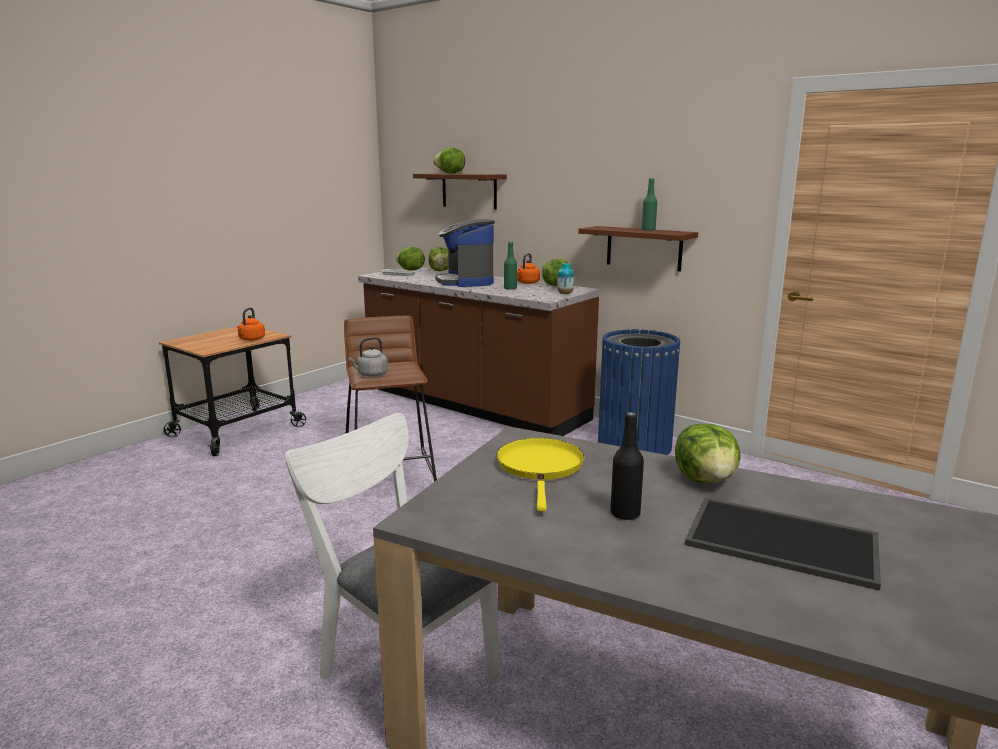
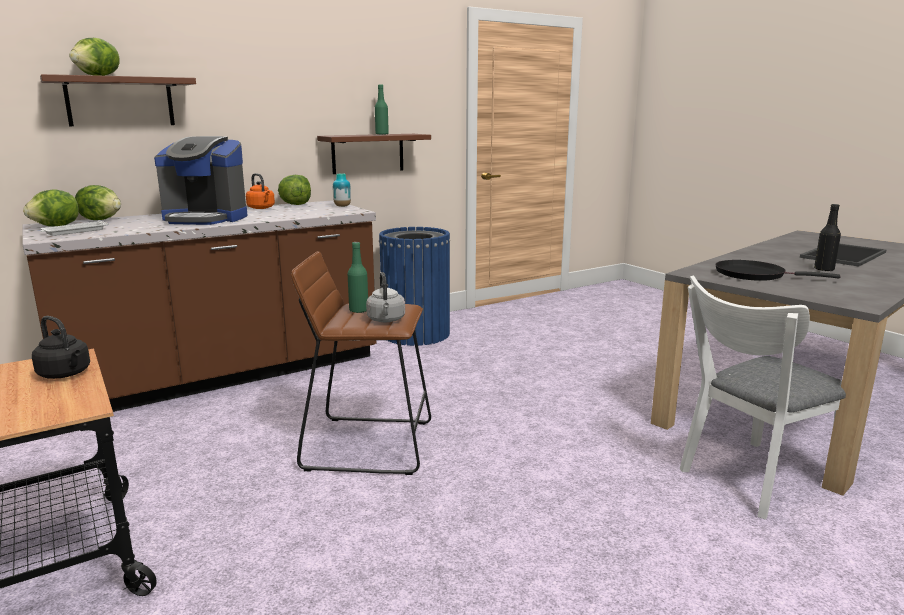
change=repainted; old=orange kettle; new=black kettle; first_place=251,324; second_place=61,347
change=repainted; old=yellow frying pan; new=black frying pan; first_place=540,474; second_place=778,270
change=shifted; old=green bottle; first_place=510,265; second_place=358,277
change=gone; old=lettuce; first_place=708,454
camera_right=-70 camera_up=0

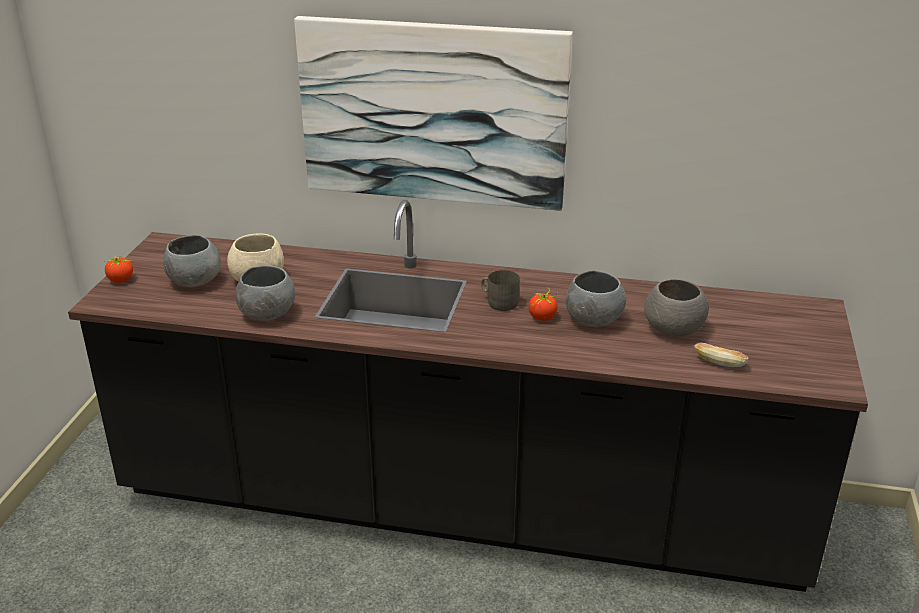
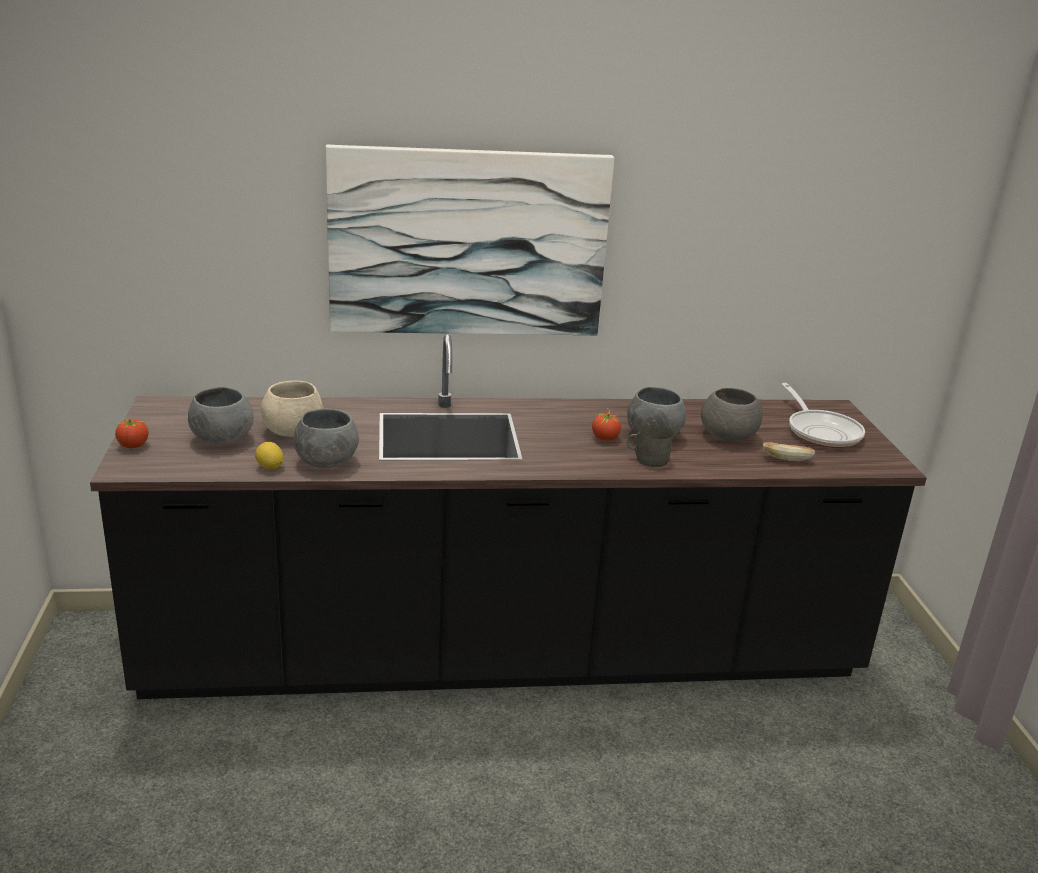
change=shifted; old=grey mug; first_place=500,290; second_place=650,446
change=new; new=lemon; second_place=269,455
change=new; new=frying pan; second_place=823,415
camera_right=-20 camera_up=-5

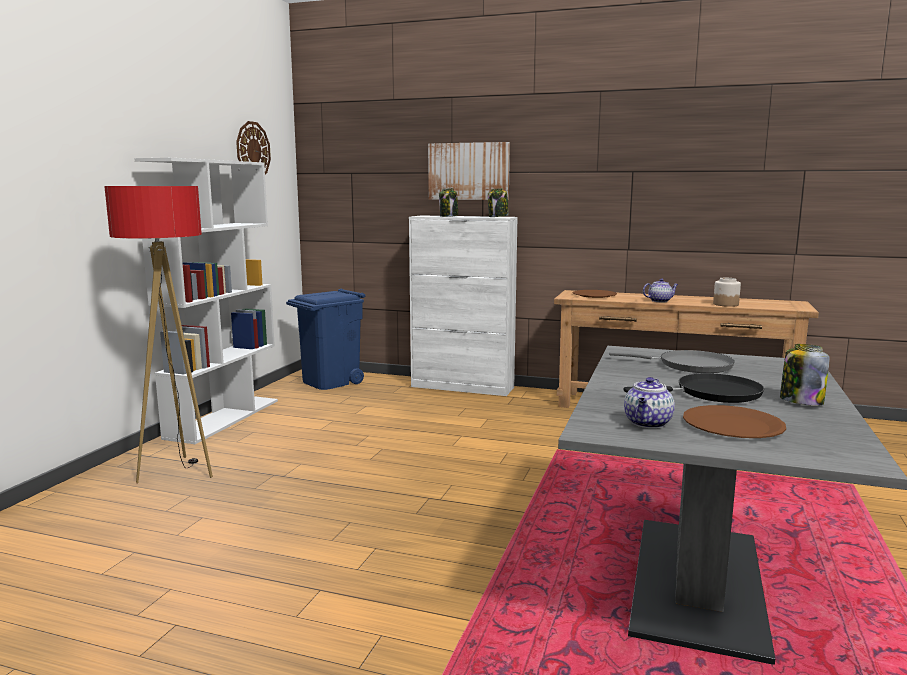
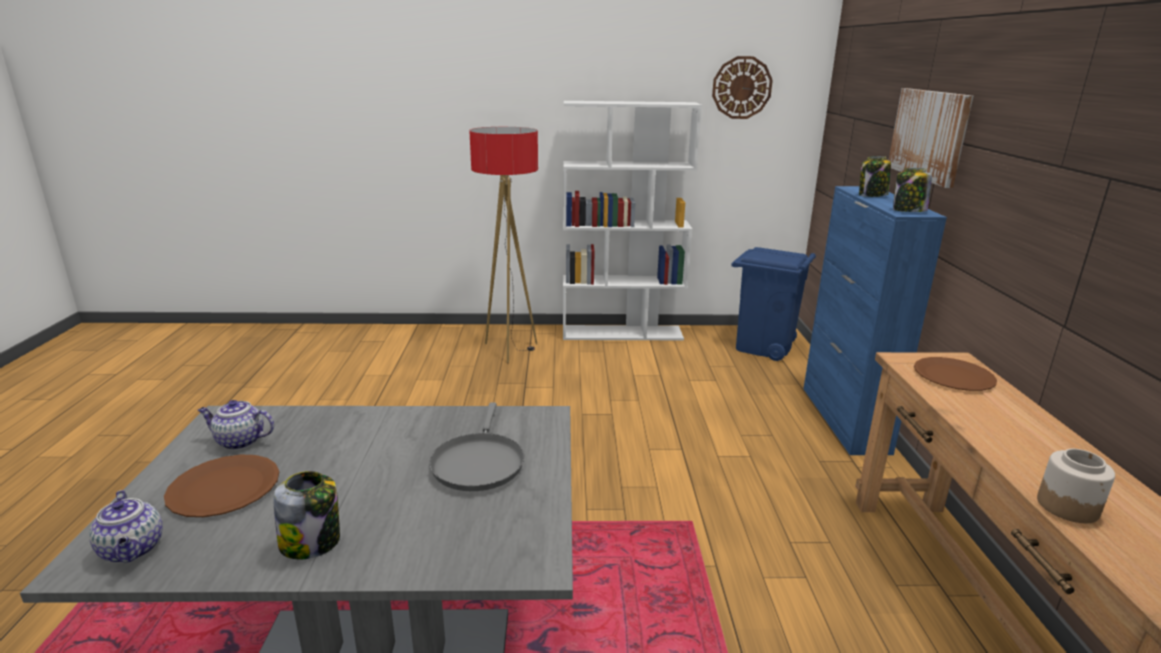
change=repainted; old=white cabinet; new=blue cabinet; first_place=463,306; second_place=875,320
change=gone; old=black frying pan; first_place=694,388
change=shifted; old=teapot; first_place=660,290; second_place=126,526
camera_right=70 camera_up=10

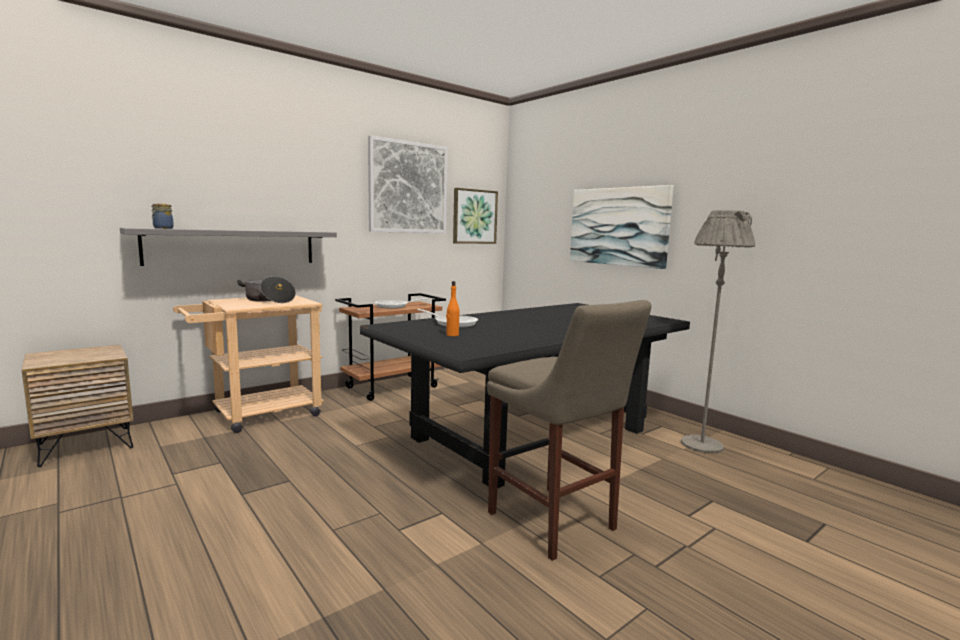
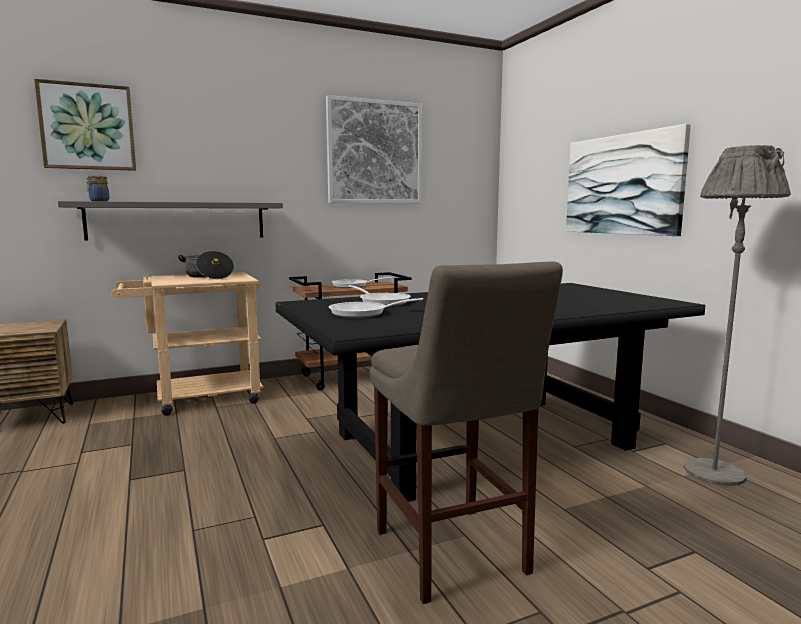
change=swapped; old=orange bottle; new=frying pan; first_place=452,308; second_place=376,308
change=shifted; old=picture; first_place=475,216; second_place=85,125
camera_right=15 camera_up=0

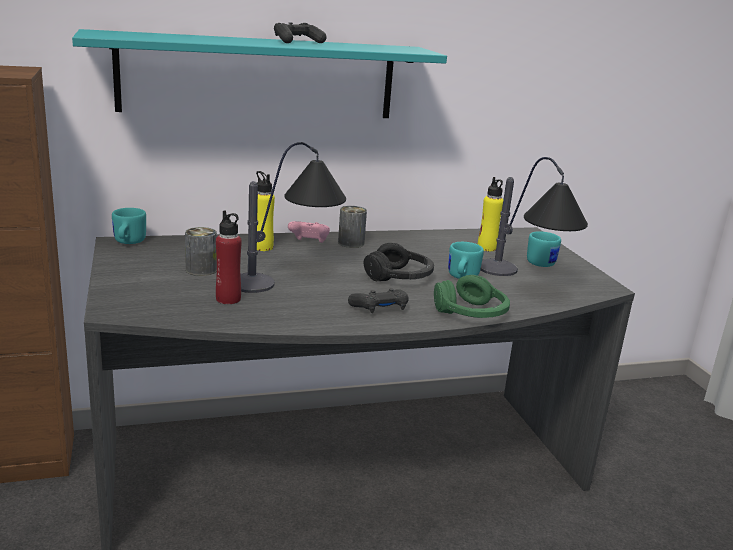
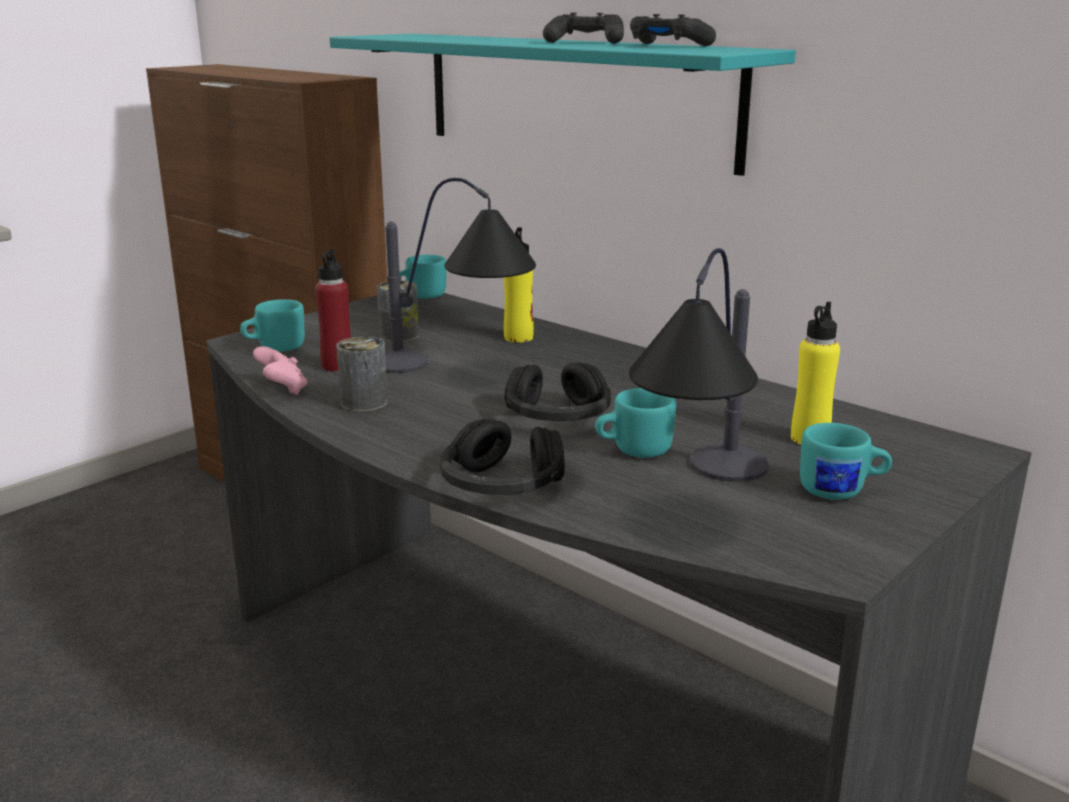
change=shifted; old=pink game controller; first_place=309,232; second_place=280,370
change=shifted; old=can; first_place=352,227; second_place=362,374
change=shifted; old=black game controller; first_place=378,300; second_place=673,30
change=repainted; old=green headphones; new=black headphones; first_place=472,296; second_place=502,457
change=new; new=turquoise mug; second_place=272,325
camera_right=60 camera_up=0

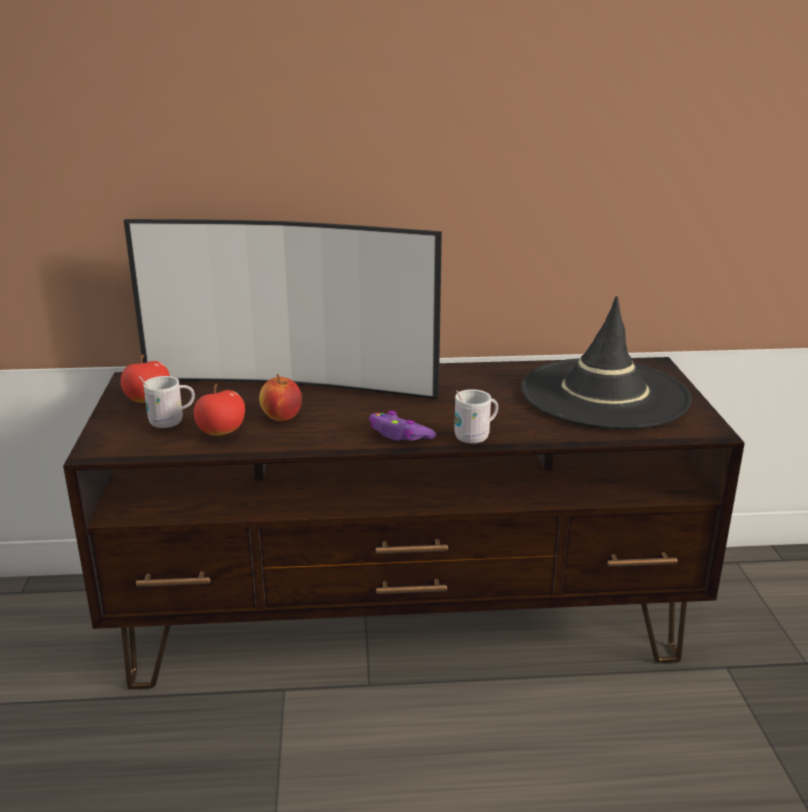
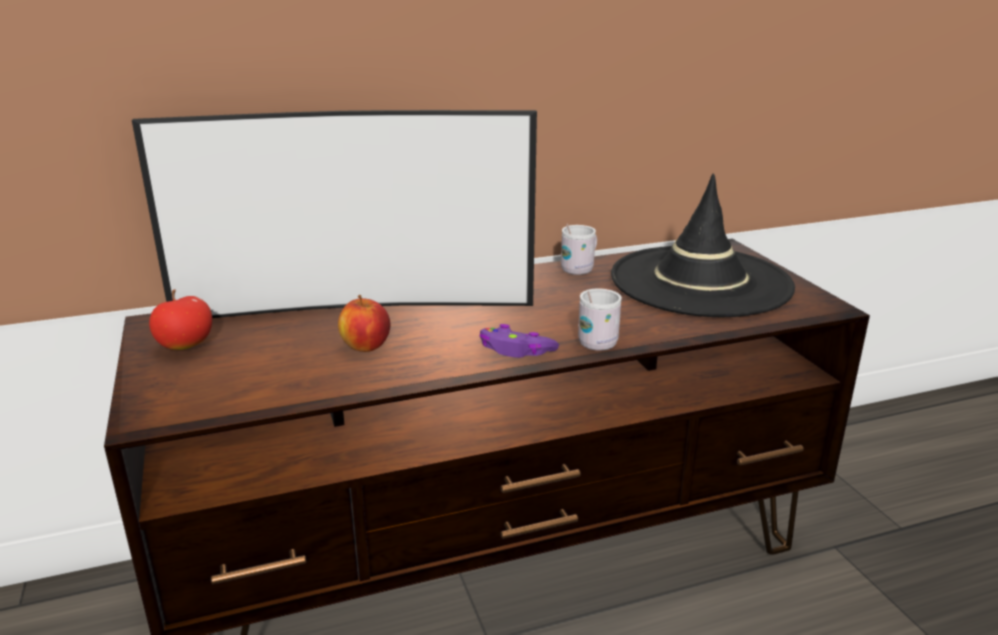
change=shifted; old=white mug; first_place=167,402; second_place=579,249
change=gone; old=apple; first_place=219,410
camera_right=-15 camera_up=0

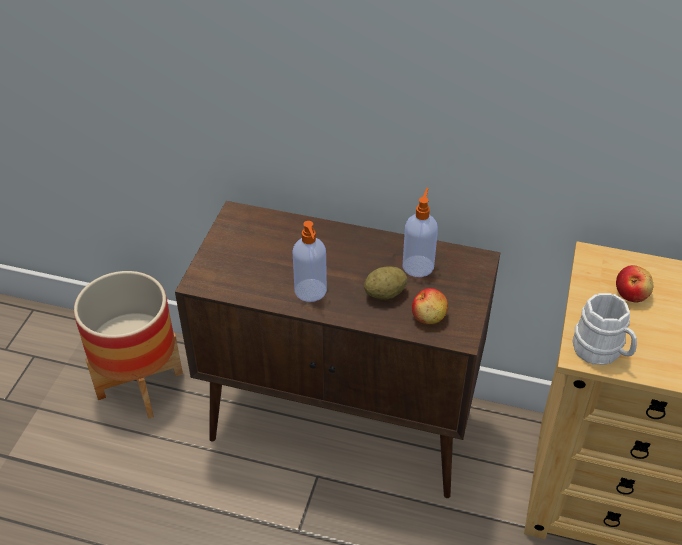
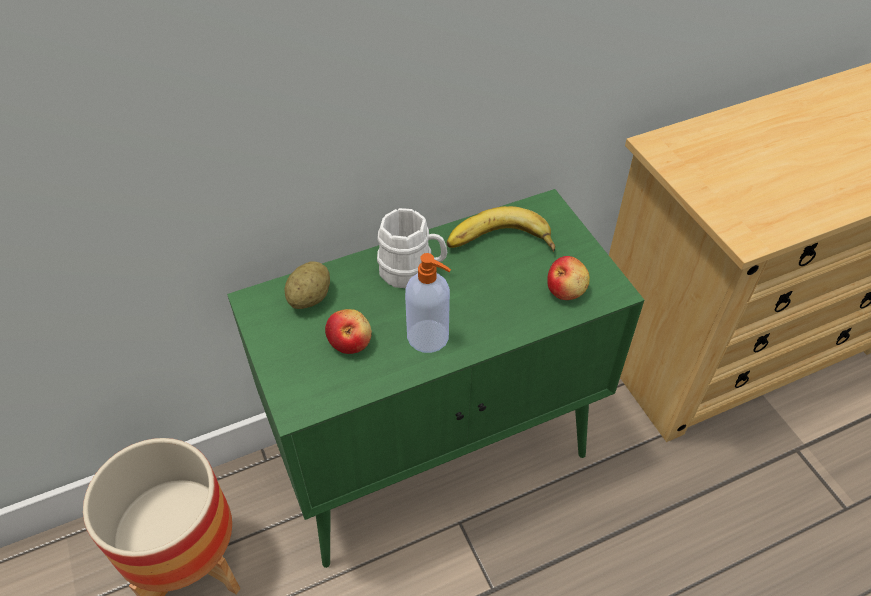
change=repainted; old=brown cabinet; new=green cabinet; first_place=338,349; second_place=435,378
change=shifted; old=potato; first_place=385,283; second_place=307,285
change=swapped; old=soap dispenser; new=banana; first_place=420,232; second_place=501,229
change=shifted; old=white mug; first_place=605,329; second_place=412,248
change=shifted; old=apple; first_place=634,283; second_place=348,331
camera_right=-40 camera_up=5

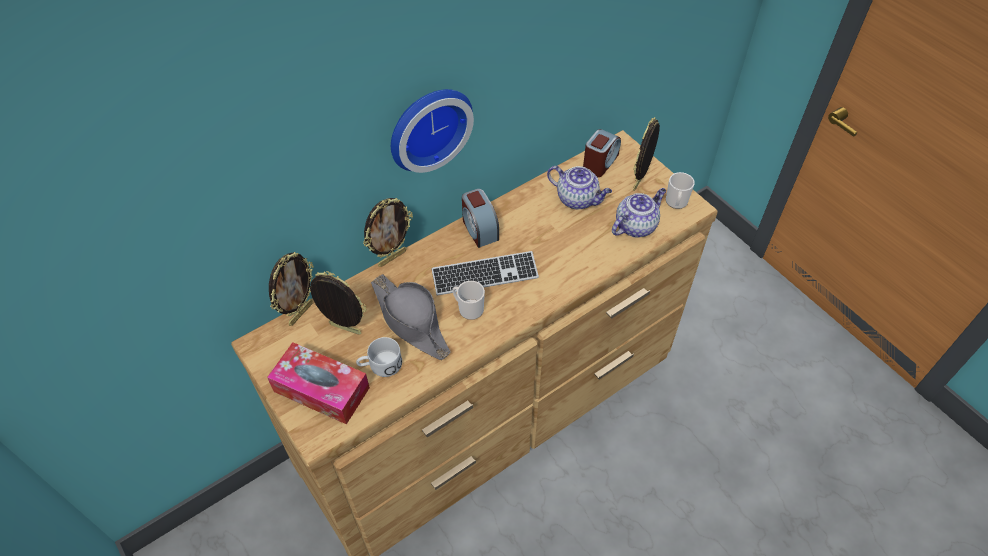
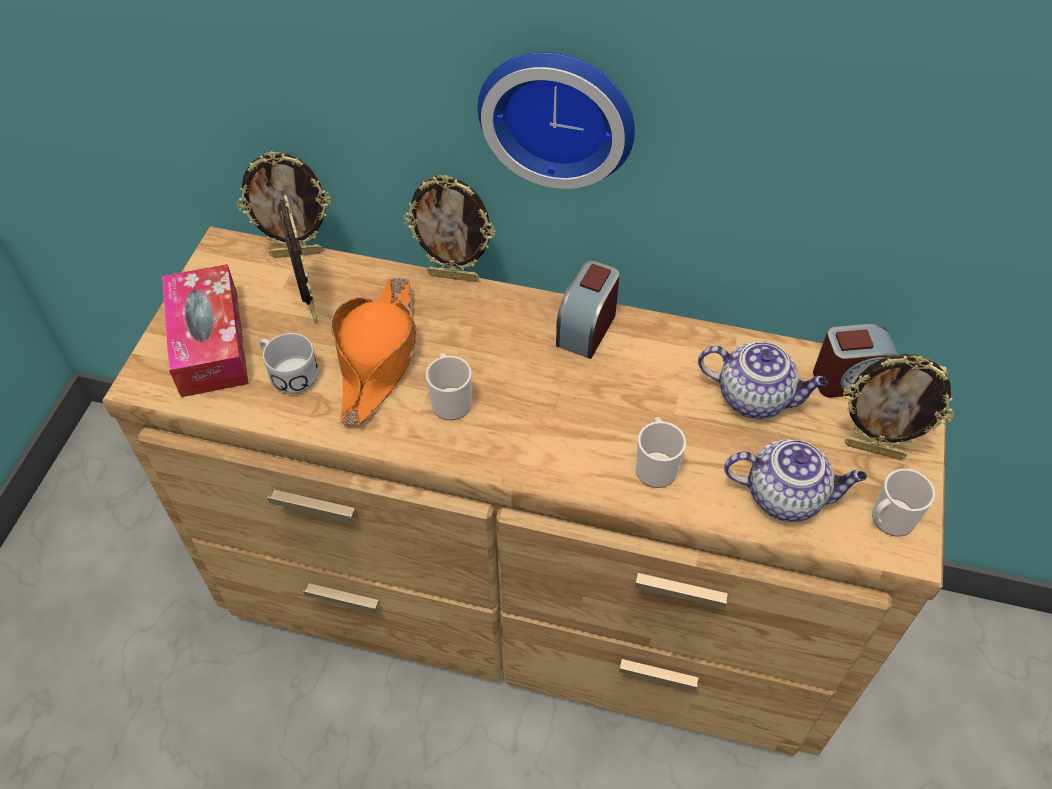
change=repainted; old=grey hat; new=orange hat; first_place=410,317; second_place=373,351
change=gone; old=keyboard; first_place=485,273
change=rotated; old=teapot; first_place=579,188; second_place=763,380; degrees=-60
change=rotated; old=picture frame; first_place=646,154; second_place=898,407; degrees=-150
change=new; new=mug; second_place=661,452
camera_right=50 camera_up=0

